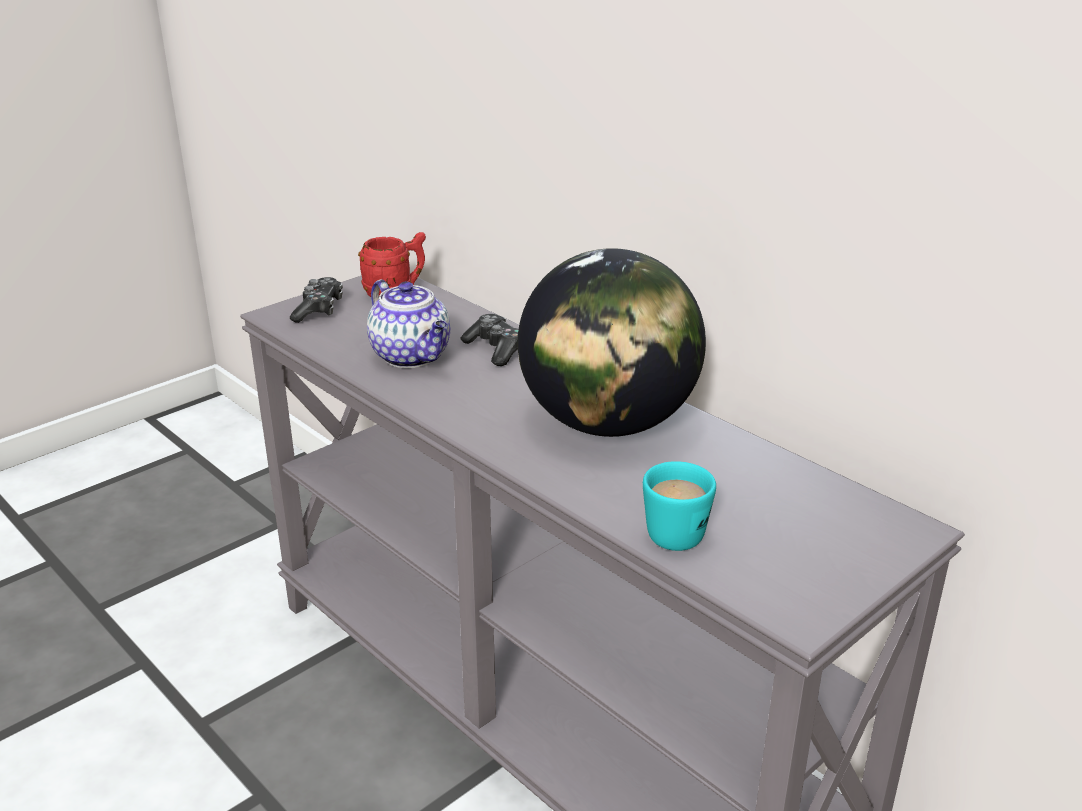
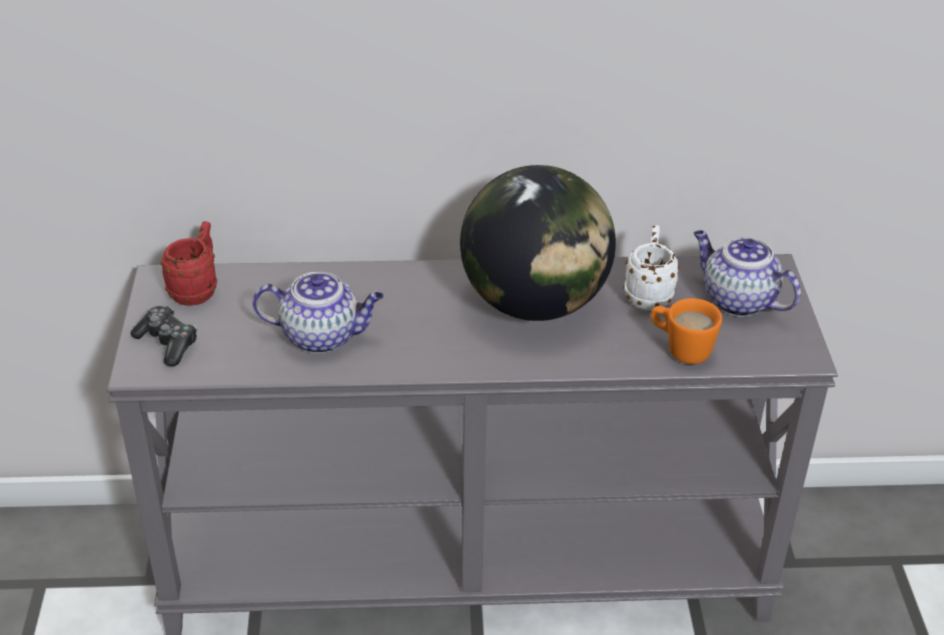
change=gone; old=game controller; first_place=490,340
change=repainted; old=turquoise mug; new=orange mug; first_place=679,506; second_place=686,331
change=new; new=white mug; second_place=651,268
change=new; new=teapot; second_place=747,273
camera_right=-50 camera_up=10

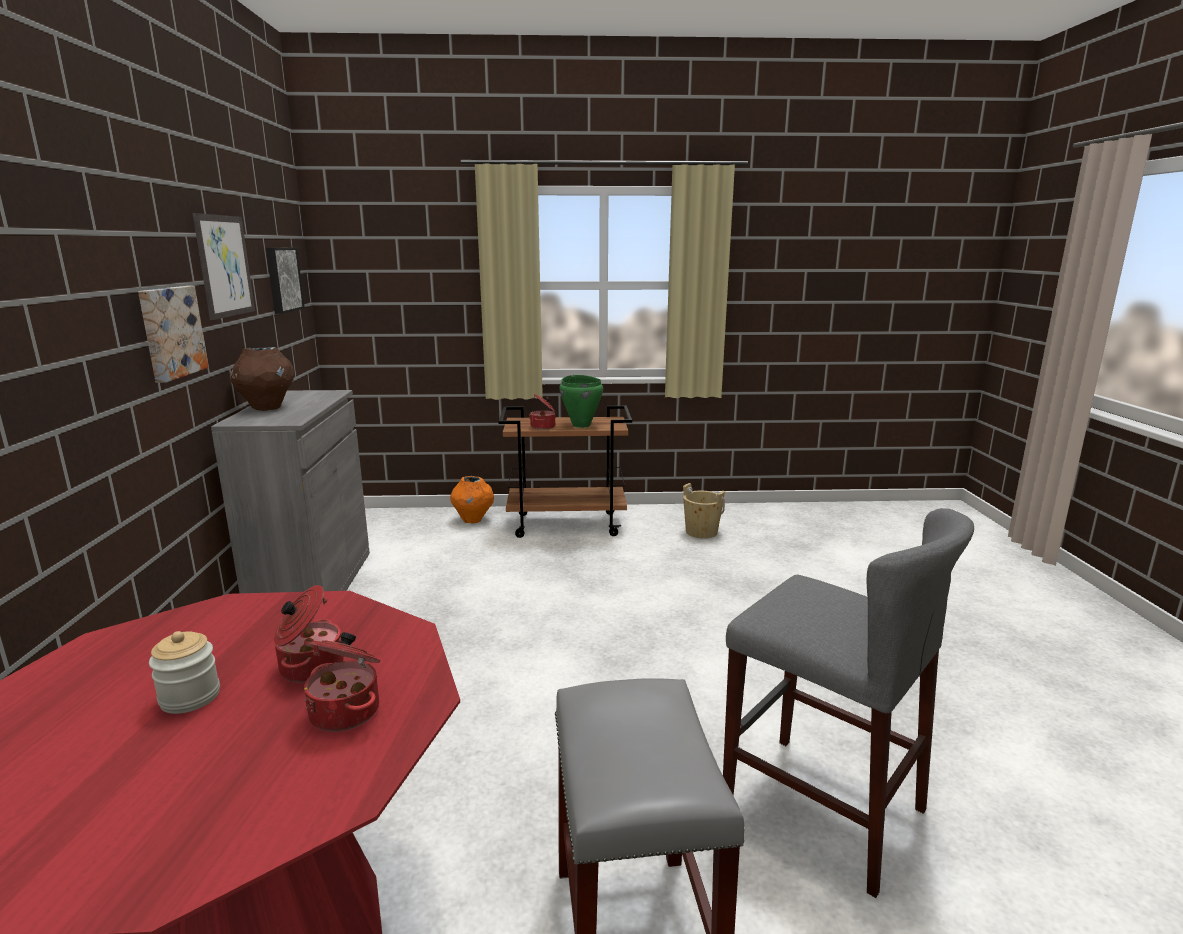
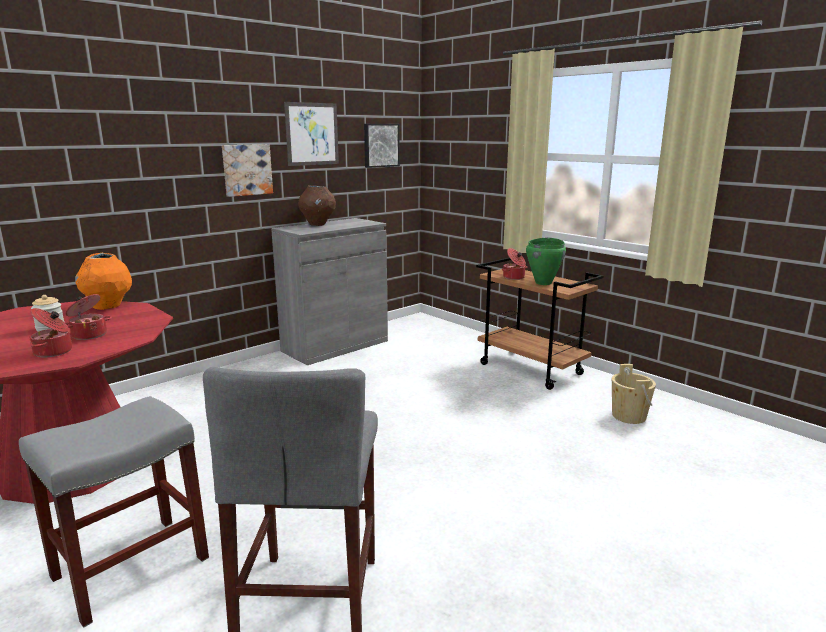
change=shifted; old=orange vase; first_place=472,500; second_place=103,281
camera_right=50 camera_up=0

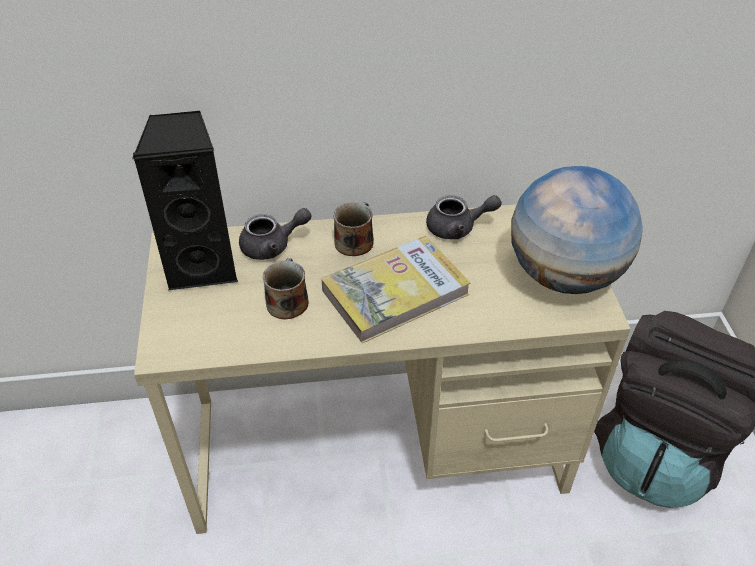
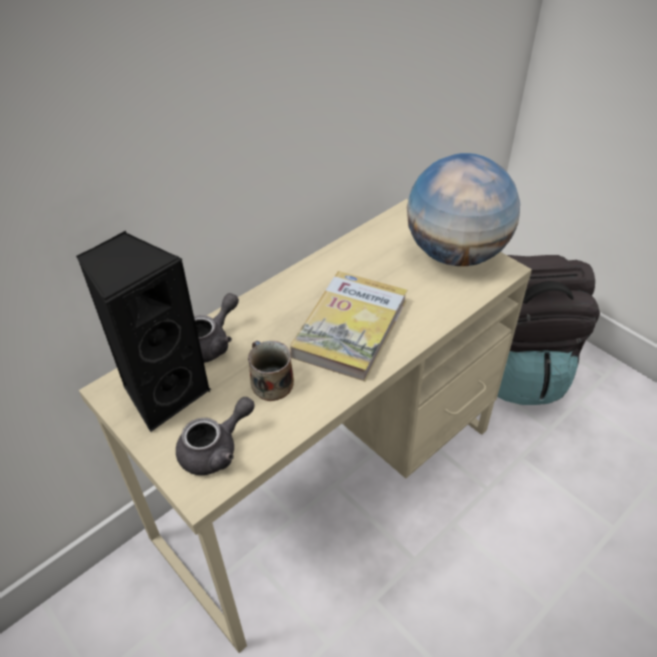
change=gone; old=mug; first_place=354,229
change=shifted; old=grey teapot; first_place=464,217; second_place=215,436
camera_right=-35 camera_up=0

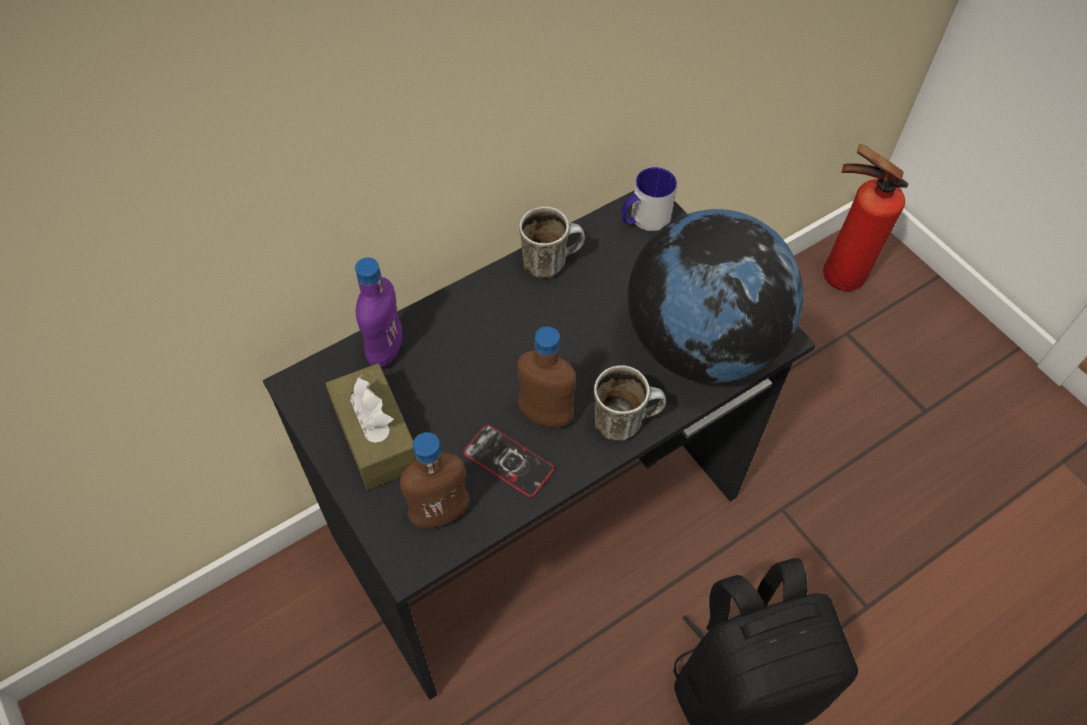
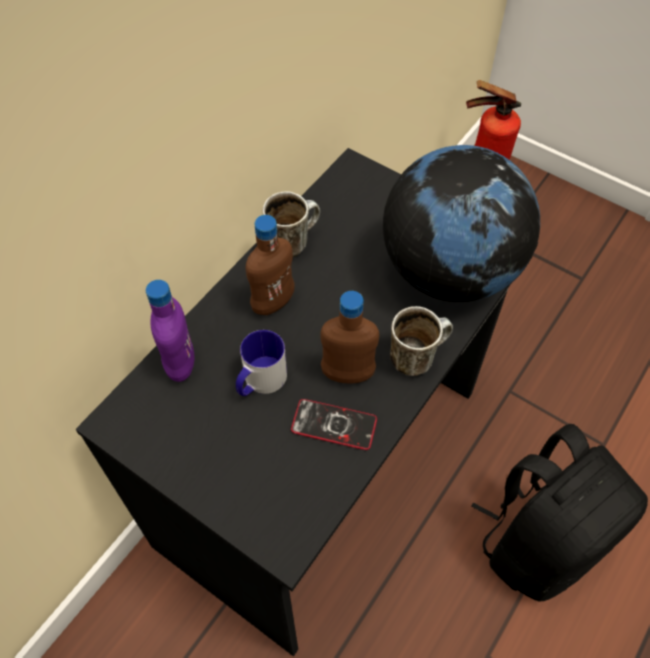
change=gone; old=brown tissue box; first_place=370,426
change=shifted; old=brown bottle; first_place=434,480; second_place=270,265
change=shifted; old=mug; first_place=649,199; second_place=261,363
camera_right=-20 camera_up=0

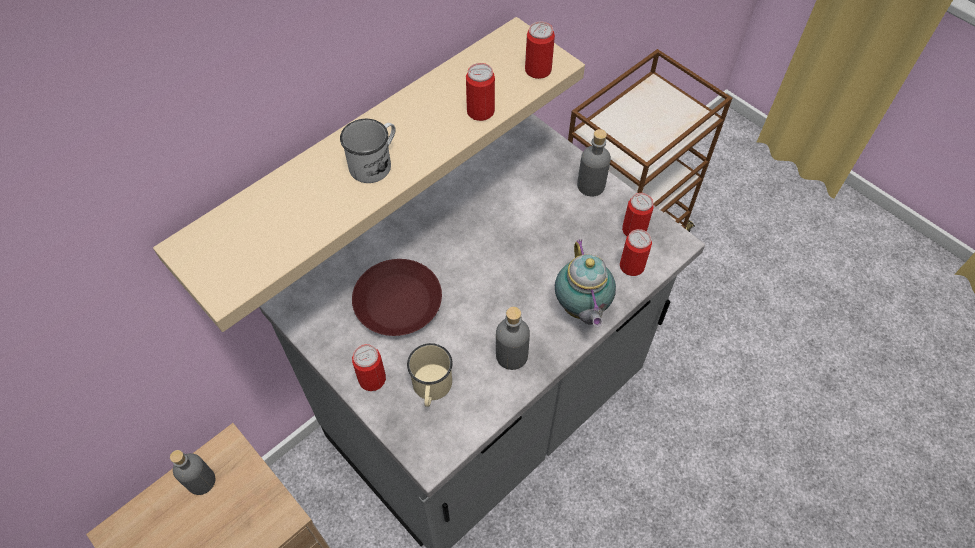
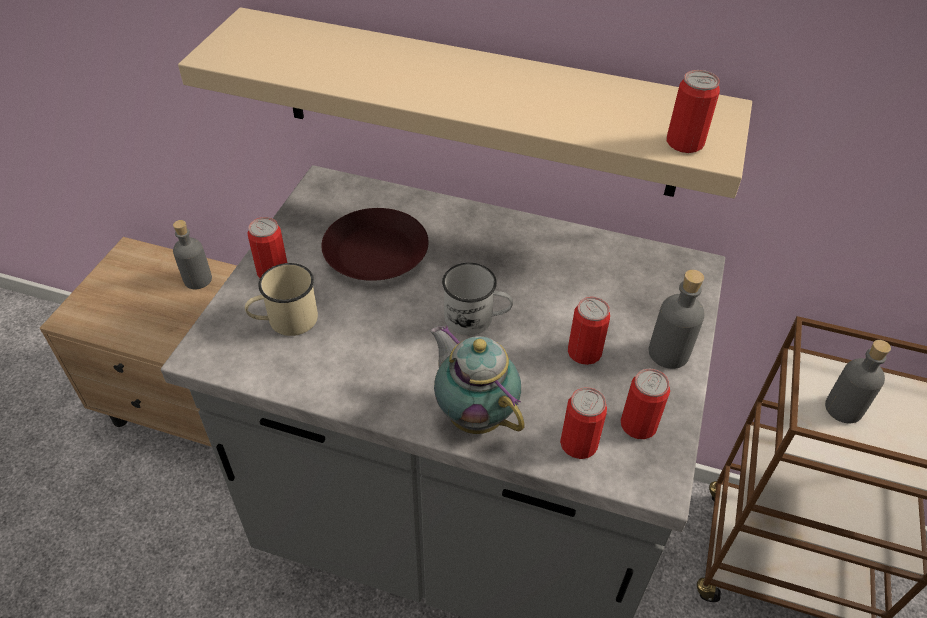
change=shifted; old=white mug; first_place=367,151; second_place=477,299
change=shifted; old=can; first_place=480,92; second_place=589,331
change=shifted; old=grey bottle; first_place=513,338; second_place=858,381
change=rotated; old=teapot; first_place=585,283; second_place=477,379; degrees=90
camera_right=60 camera_up=-10

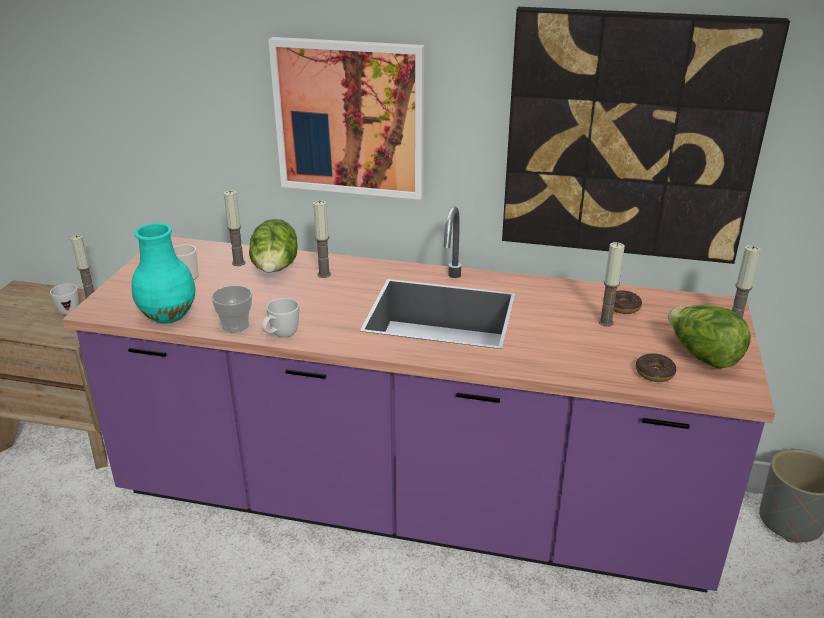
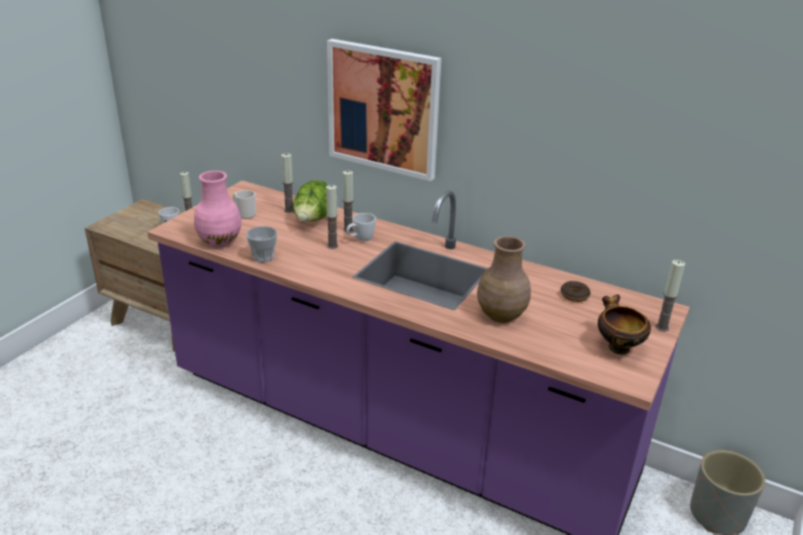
change=repainted; old=turquoise vase; new=pink vase; first_place=164,273; second_place=218,209
change=shifted; old=white mug; first_place=280,318; second_place=361,227
change=gone; old=picture; first_place=646,135
change=shifted; old=candle; first_place=612,284; second_place=332,217
change=gone; old=donut; first_place=656,367
change=swapped; old=lettuce; new=bowl; first_place=709,337; second_place=624,324
change=new; new=brown vase; second_place=504,279
camera_right=15 camera_up=0

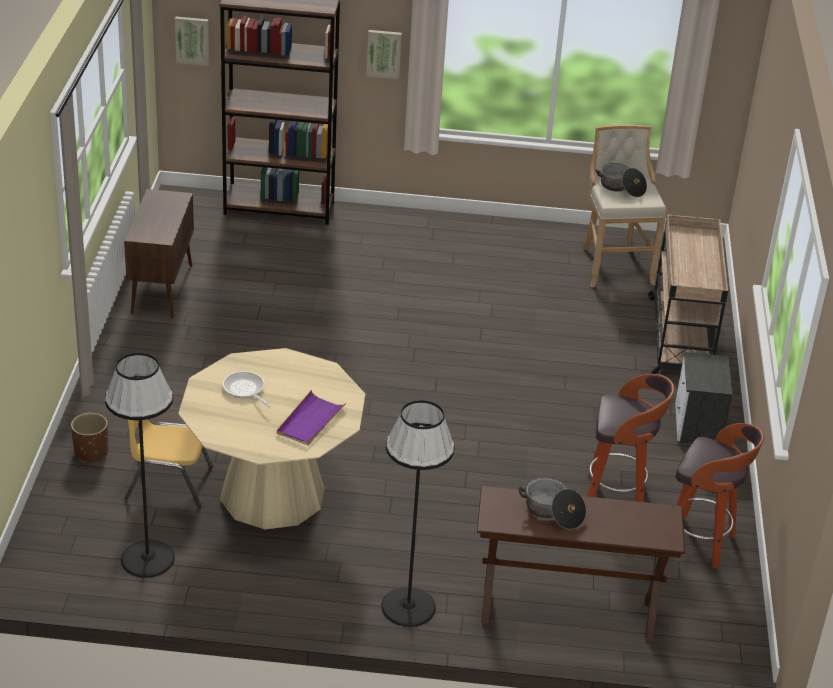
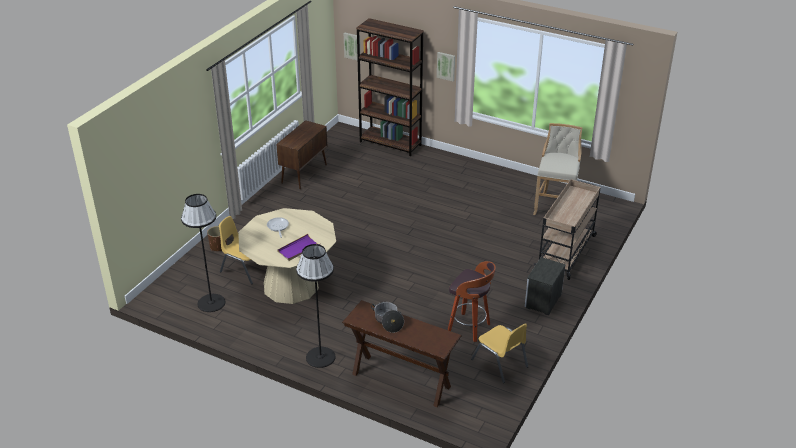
change=gone; old=cooking pot; first_place=621,180
change=swapped; old=stool; new=yellow chair; first_place=720,495; second_place=499,353
camera_right=25 camera_up=0

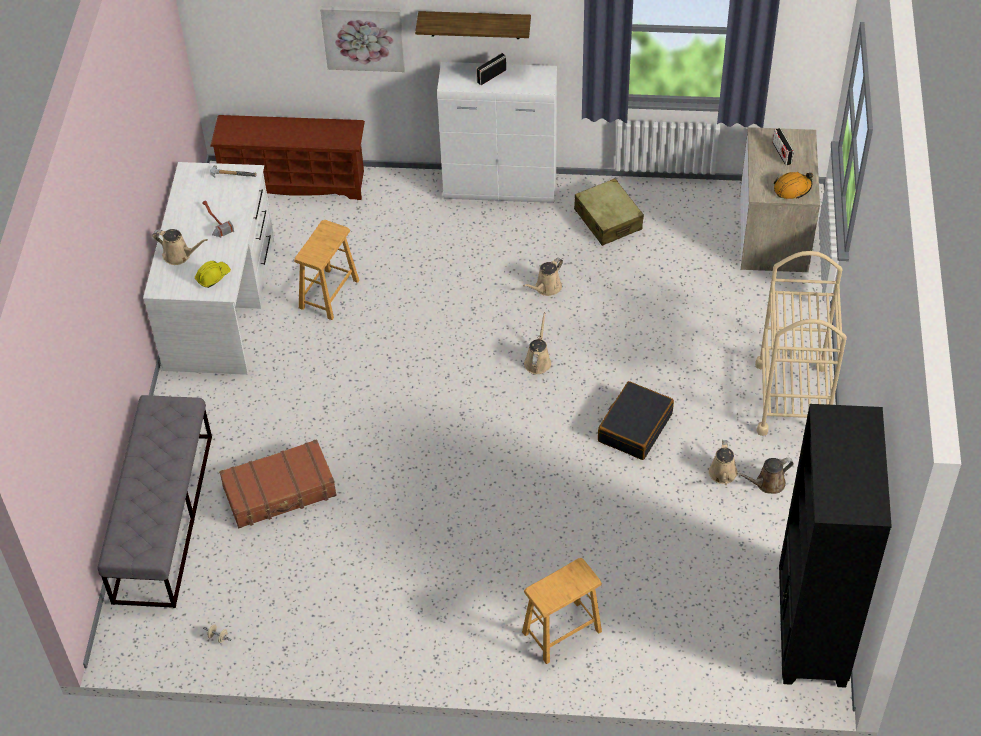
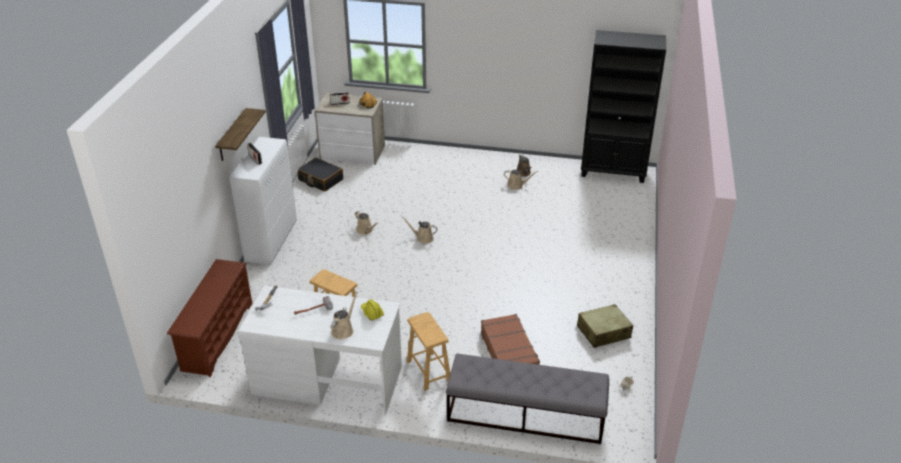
change=gone; old=picture; first_place=362,39
change=shifted; old=brown stool; first_place=562,611; second_place=428,351
change=shifted; old=beige suitcase; first_place=609,212; second_place=605,326
change=shifted; old=black suitcase; first_place=636,420; second_place=320,175
change=gone; old=beige cart; first_place=801,343
camera_right=-85 camera_up=-15

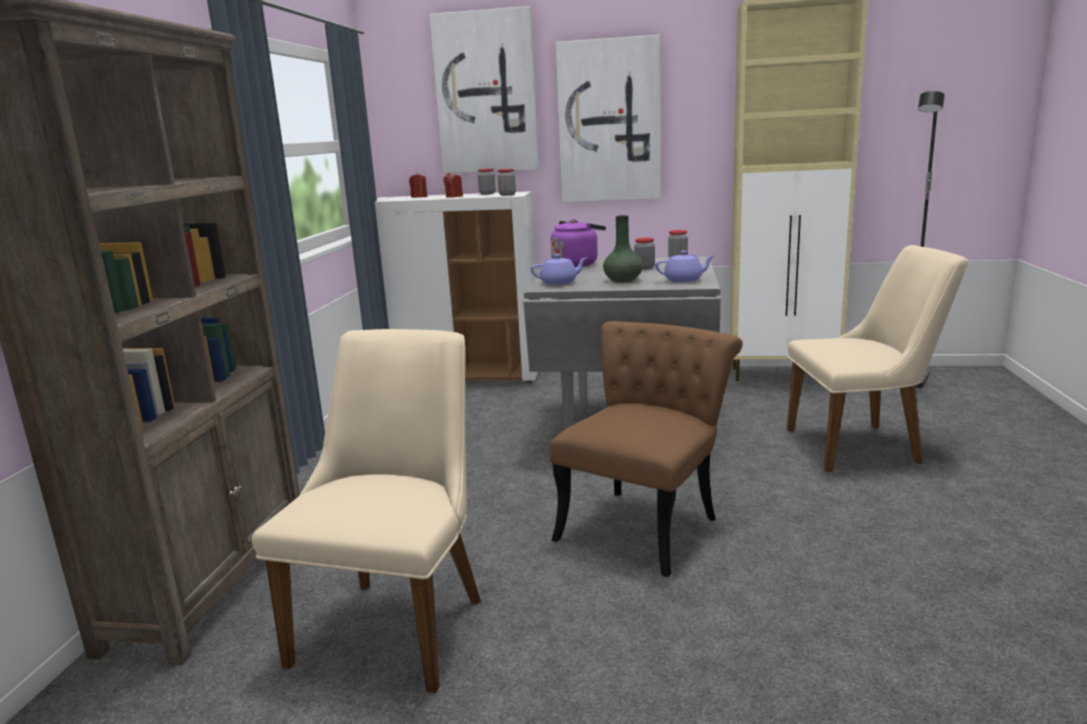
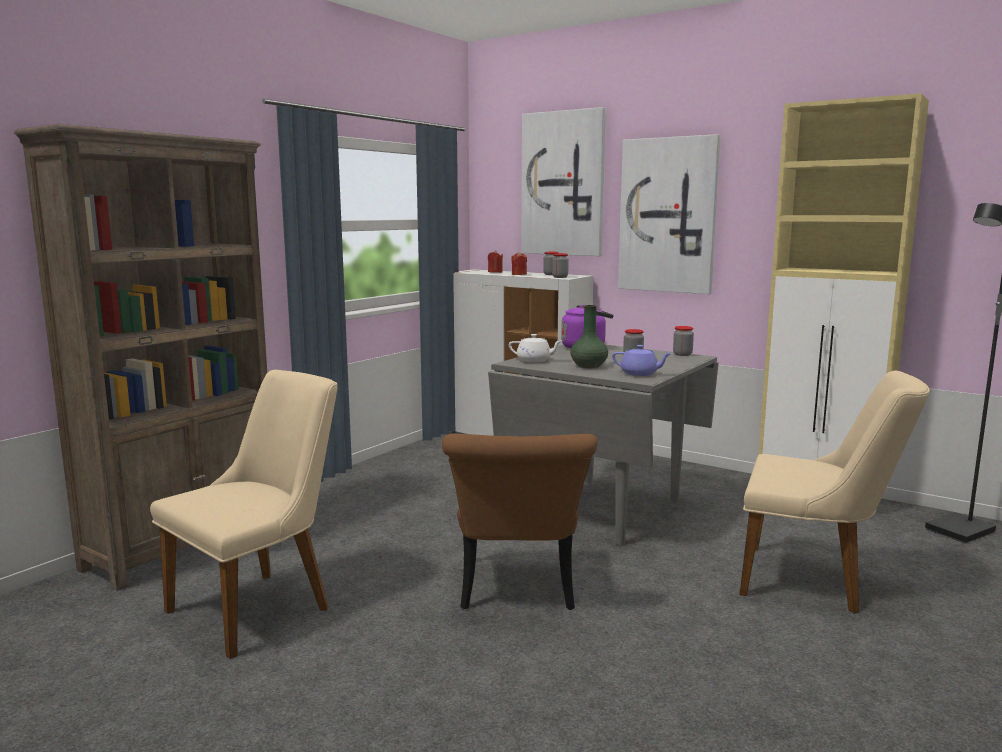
change=repainted; old=purple teapot; new=white teapot; first_place=559,269; second_place=535,348
change=rotated; old=brown chair; first_place=646,449; second_place=520,522; degrees=120
camera_right=25 camera_up=-5

